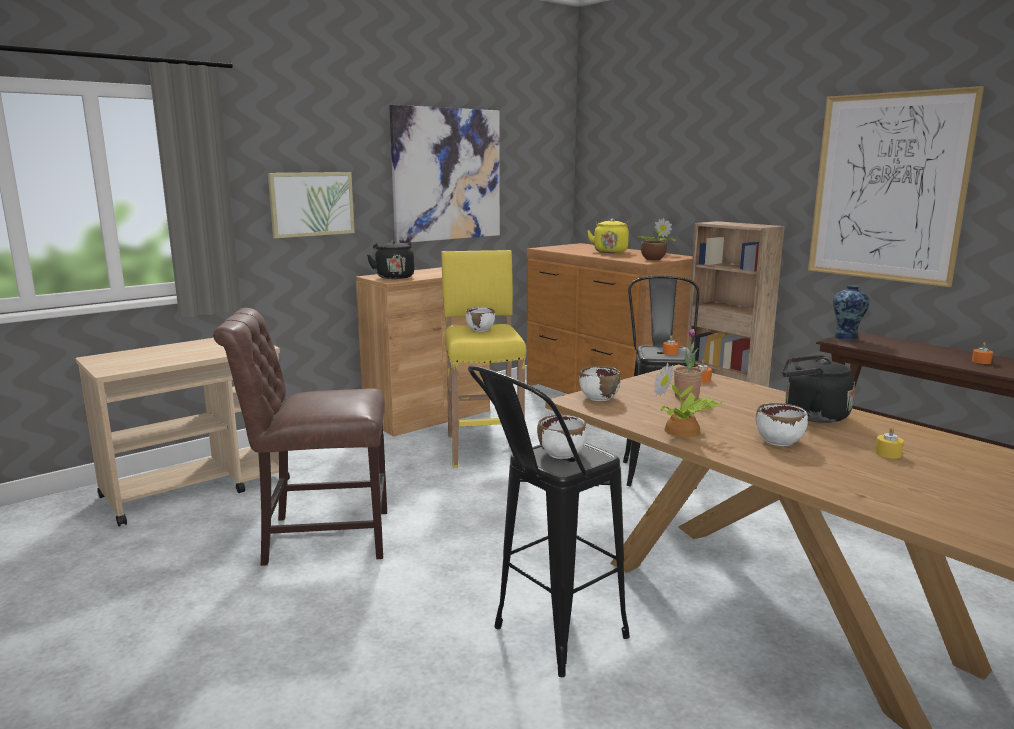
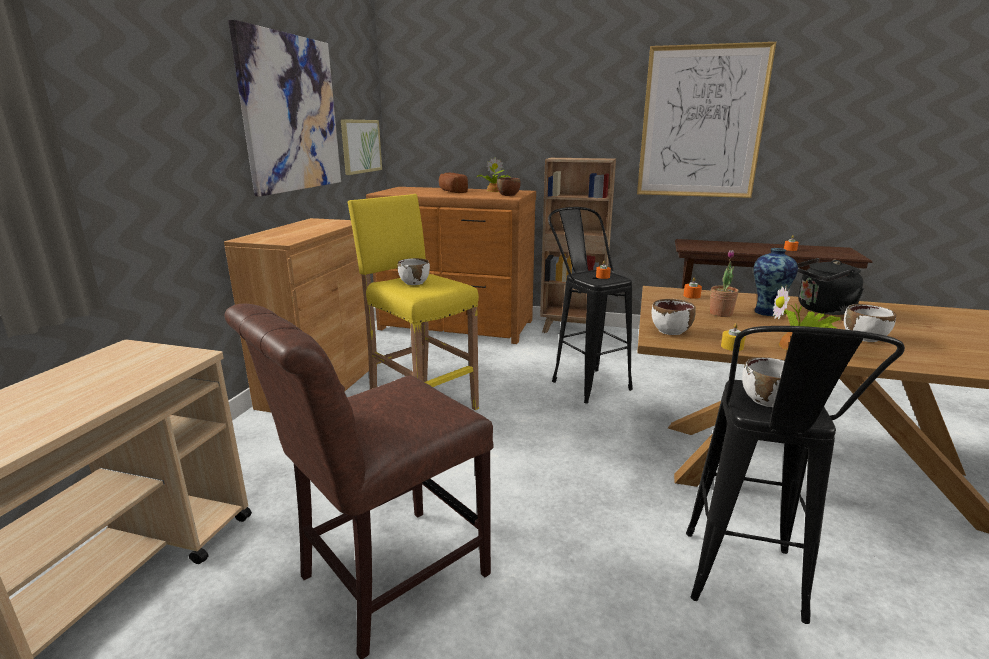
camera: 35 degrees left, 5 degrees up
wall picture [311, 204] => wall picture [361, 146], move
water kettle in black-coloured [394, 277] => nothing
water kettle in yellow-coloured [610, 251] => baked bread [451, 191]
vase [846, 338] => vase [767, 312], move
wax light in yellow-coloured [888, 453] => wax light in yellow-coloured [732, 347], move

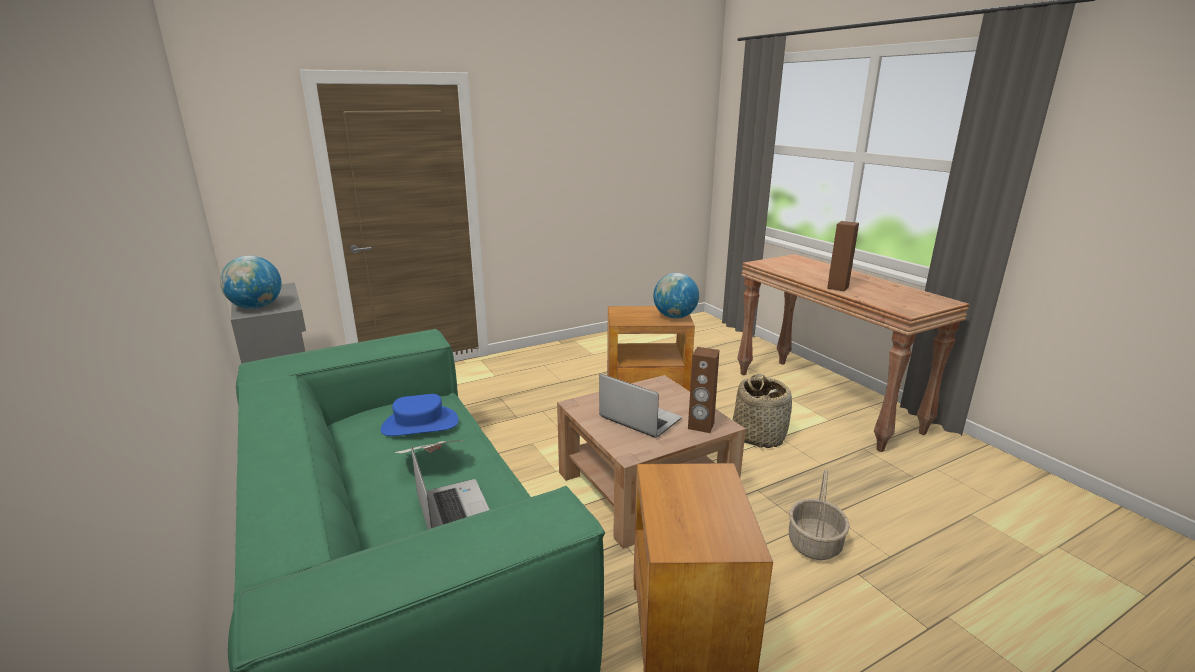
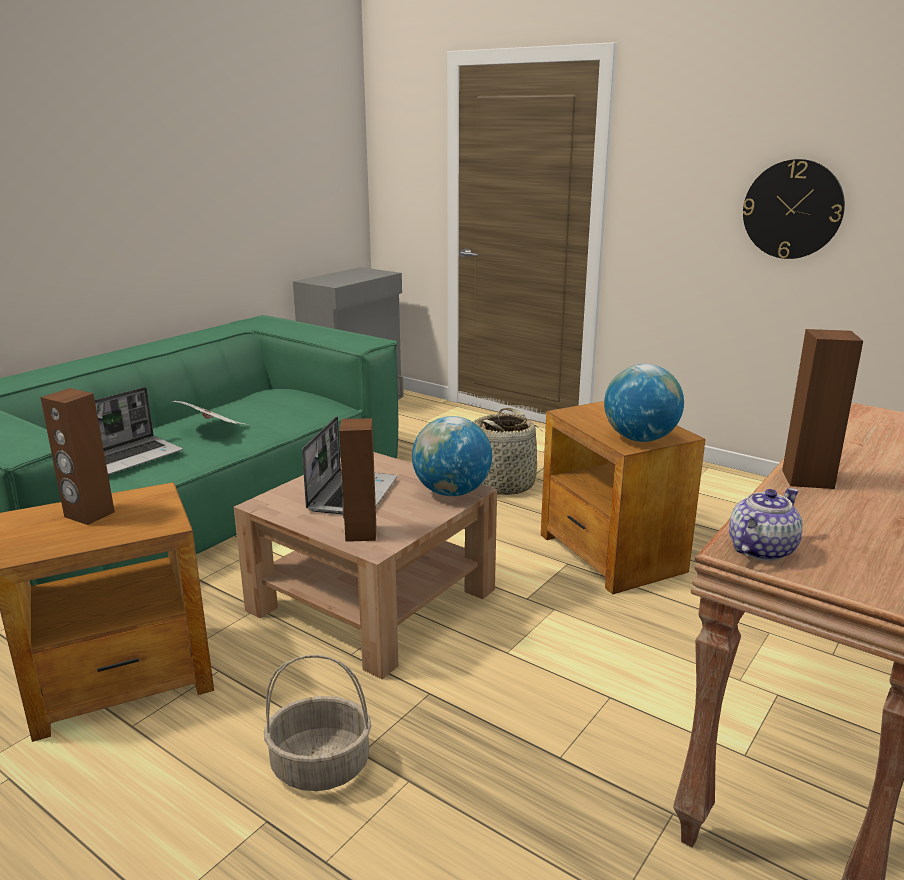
camera: 65 degrees right, 0 degrees up
desk globe [256, 307] => desk globe [451, 492], move
wearable hat in blue-coloured [420, 424] => nothing
storage basket [759, 435] => storage basket [505, 484], move
nothing => loudspeaker in brown [89, 514]
nothing => tea pot [760, 549]
nothing => wall clock [792, 209]

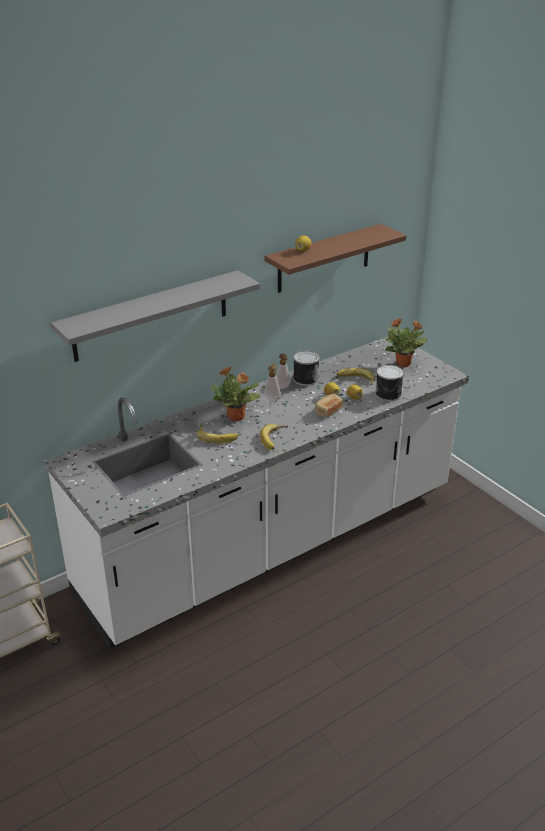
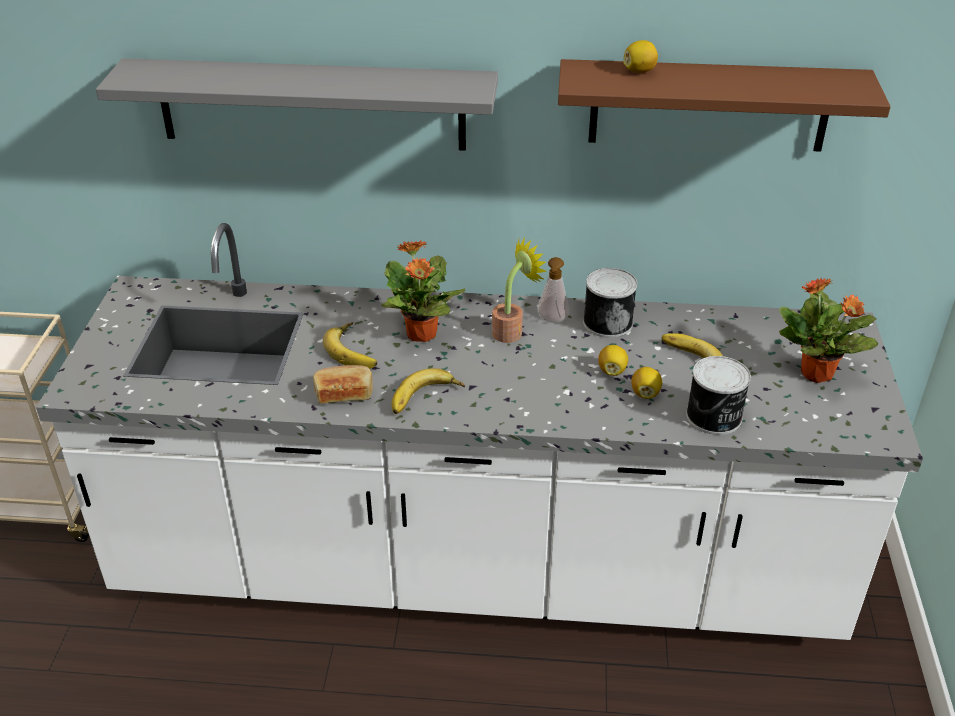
camera: 40 degrees right, 5 degrees up
soap dispenser [272, 399] => houseplant [512, 331]
baked bread [328, 411] => baked bread [344, 394], move

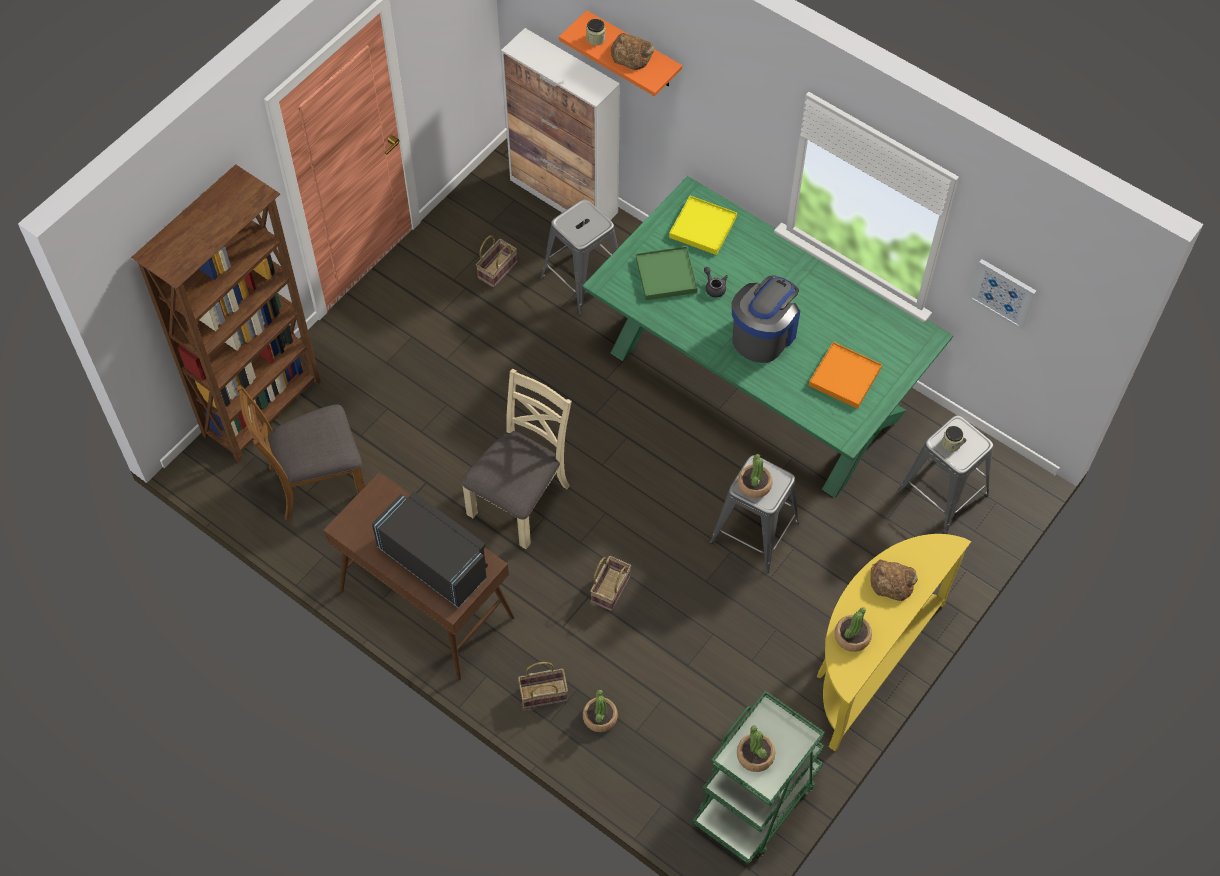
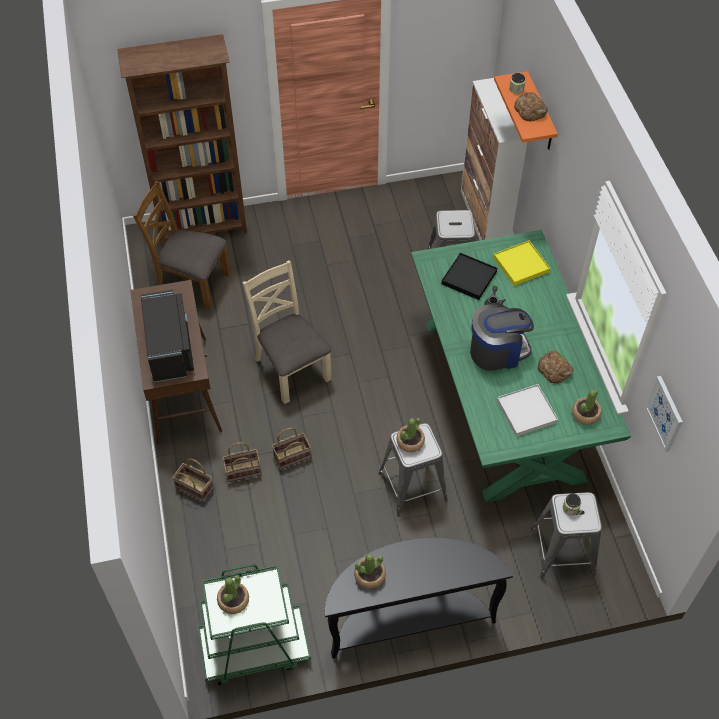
camera: 40 degrees right, 5 degrees down
chair in beige [520, 499] => chair in beige [291, 369], 105 degrees counterclockwise
storage basket [497, 269] => storage basket [243, 470], move
houseplant [600, 717] => houseplant [585, 414], move
tray in green-coloured [666, 275] => tray in black-coloured [469, 278]
tray in orange [844, 377] => tray in white [526, 412]
hall table in yellow-coloured [867, 661] => hall table in black-coloured [409, 619]
baked bread [892, 581] => baked bread [554, 369], move

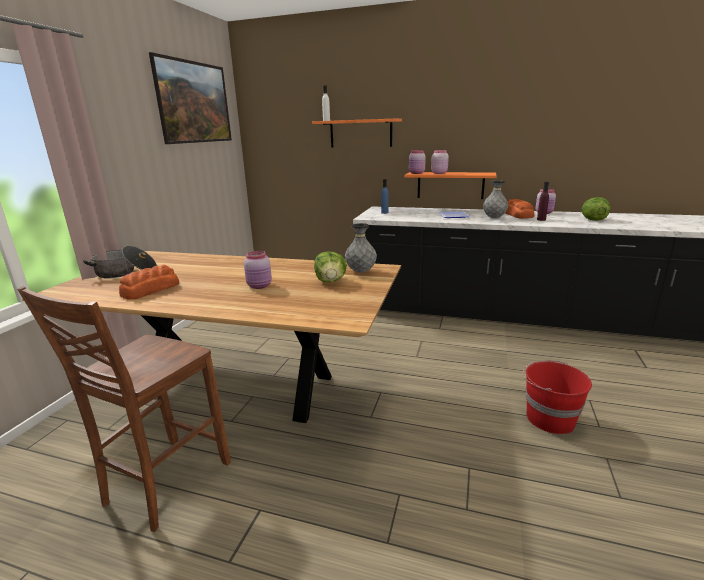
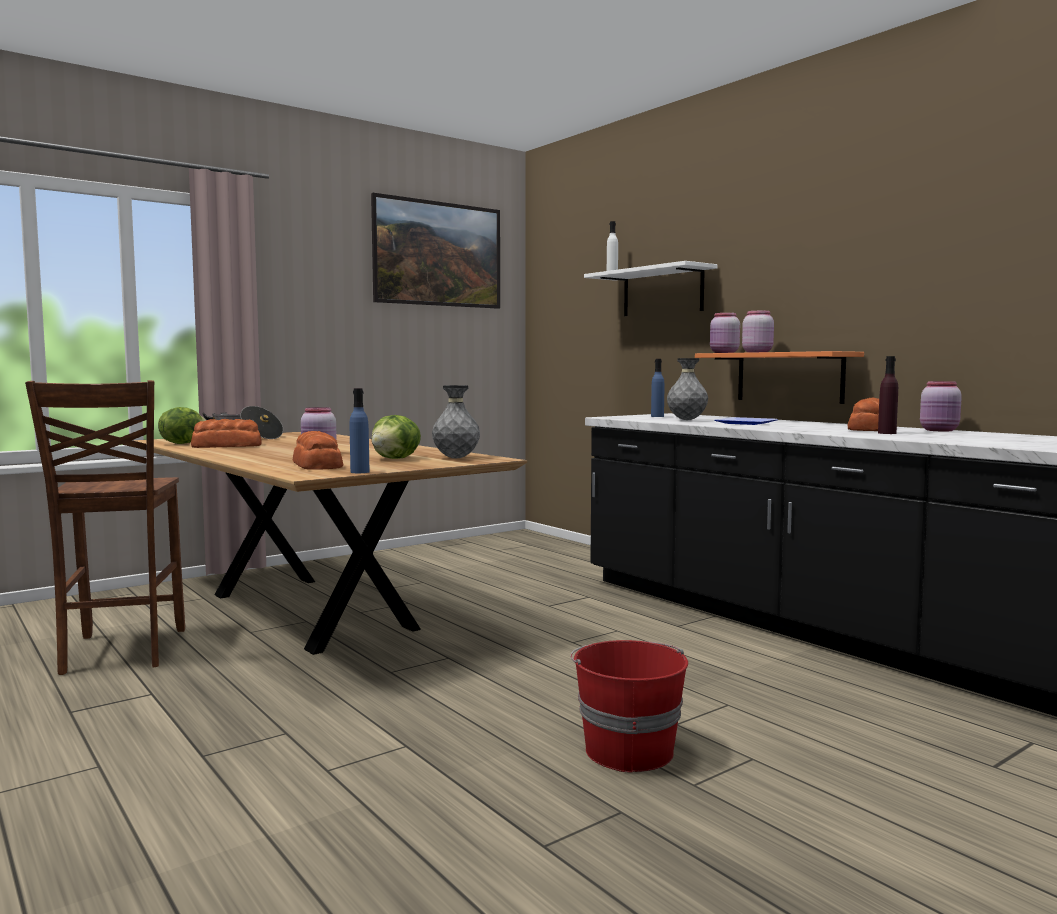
camera: 35 degrees right, 15 degrees down
chair in brown [164, 483] => chair in brown [120, 652], 75 degrees counterclockwise
bracket shelf in orange [361, 133] => bracket shelf in white [662, 292]
vase in grey [494, 218] => vase in grey [687, 420], move
head of lettuce [593, 220] => head of lettuce [182, 443], move
nothing => baked bread [317, 465]
nothing => beverage bottle in blue-coloured [360, 472]

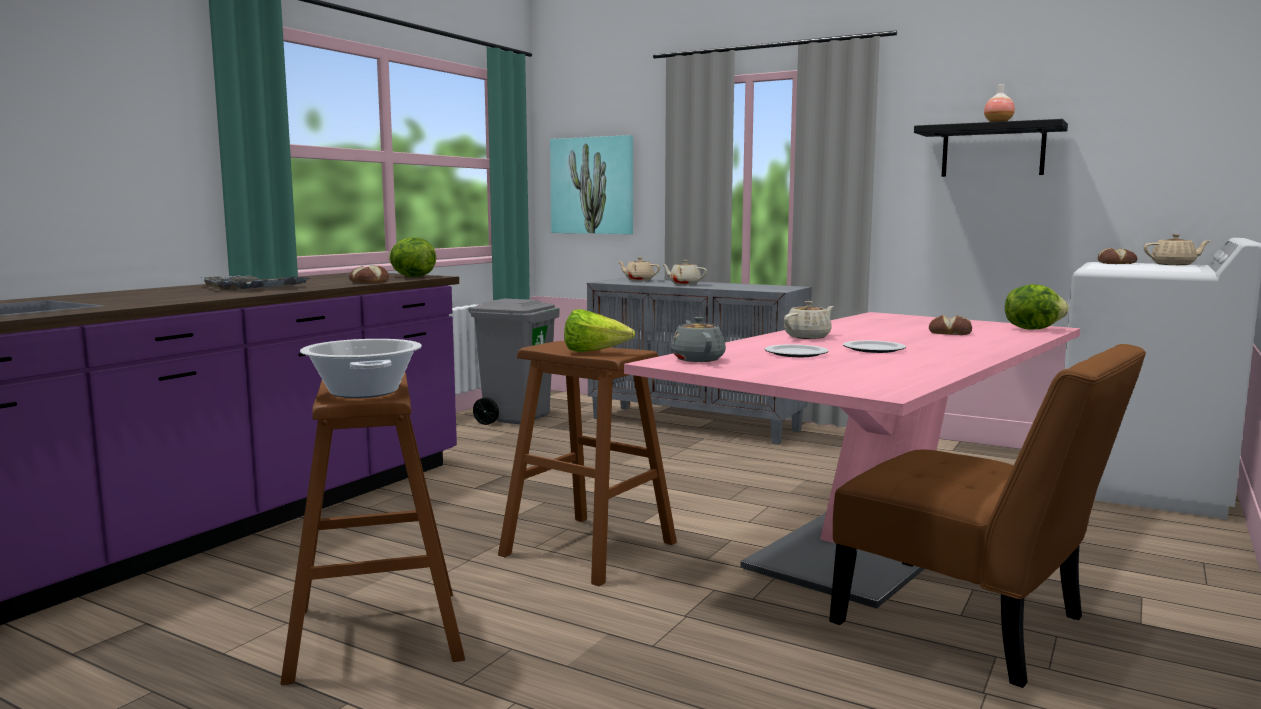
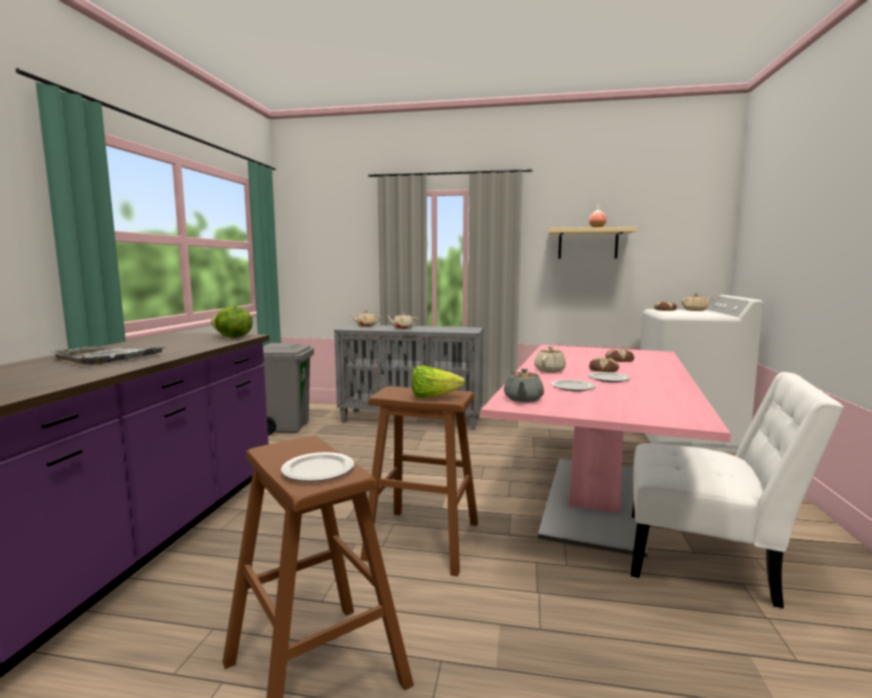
camera: 20 degrees left, 0 degrees up
saucepot [364, 392] => flat dish [319, 470]
baked bread [369, 282] => baked bread [603, 370], move
wall picture [592, 185] => nothing
tea pot in grey [697, 359] => tea pot in grey [523, 399], 135 degrees counterclockwise
chair in brown [972, 626] => chair in white [708, 560]
bracket shelf in black-coloured [993, 151] => bracket shelf in beige [588, 244]
head of lettuce [1032, 329] => nothing

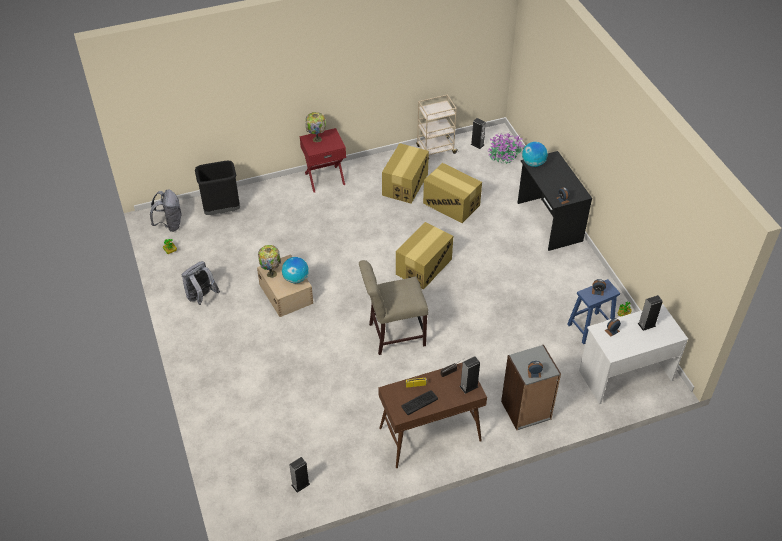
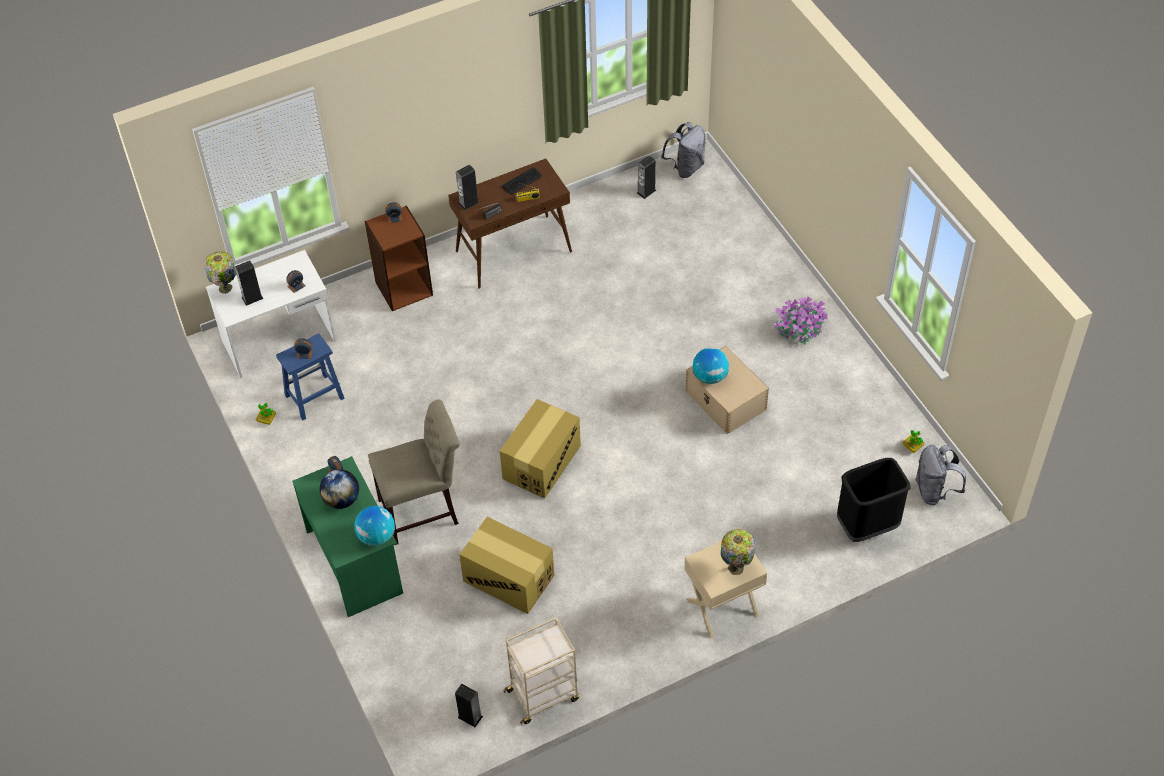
camera: 175 degrees right, 5 degrees up
rucksack in grey [201, 297] => rucksack in grey [685, 167], move
lamp for a table [271, 273] => lamp for a table [225, 289], move
bedside table in red [324, 178] => bedside table in beige [723, 608]
chair in beige [393, 335] => chair in beige [423, 511], move
carton [405, 184] => nothing
houseplant [504, 156] => houseplant [800, 330], move
shelving unit in grey [526, 411] => shelving unit in brown [403, 288]
desk unit in black-coloured [548, 222] => desk unit in green-coloured [355, 561]
nothing => desk globe [342, 500]

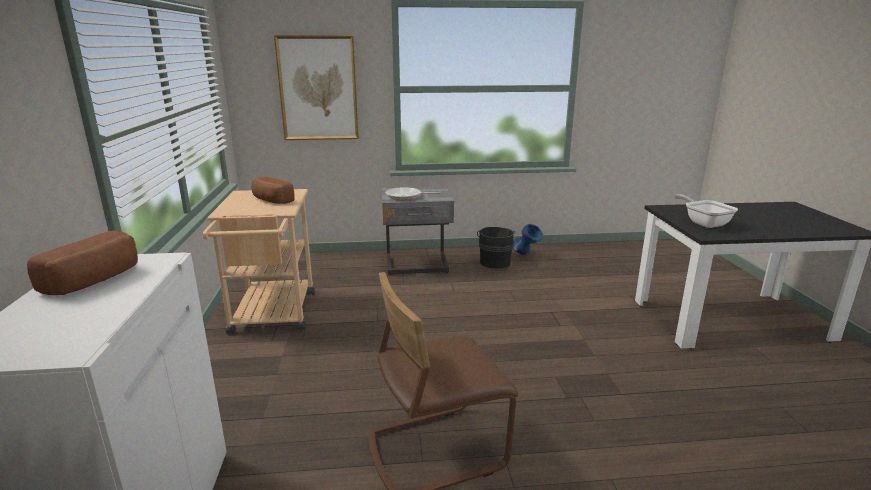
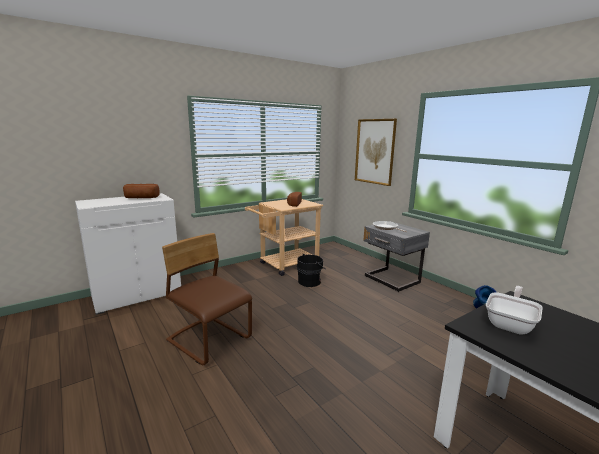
camera: 60 degrees right, 5 degrees down
pail in black-coloured [495, 262] => pail in black-coloured [310, 281], move

